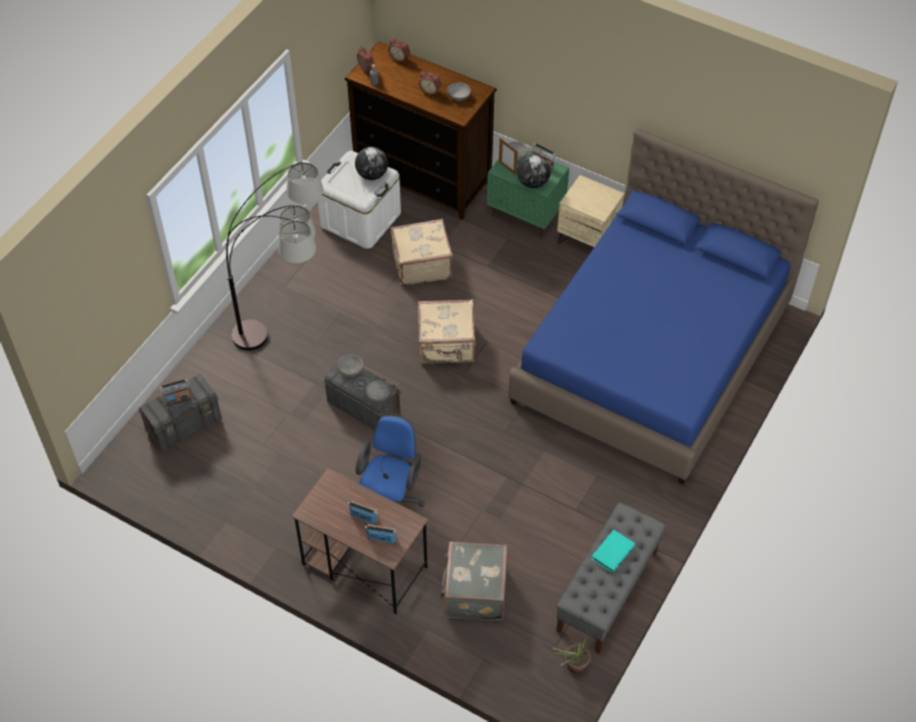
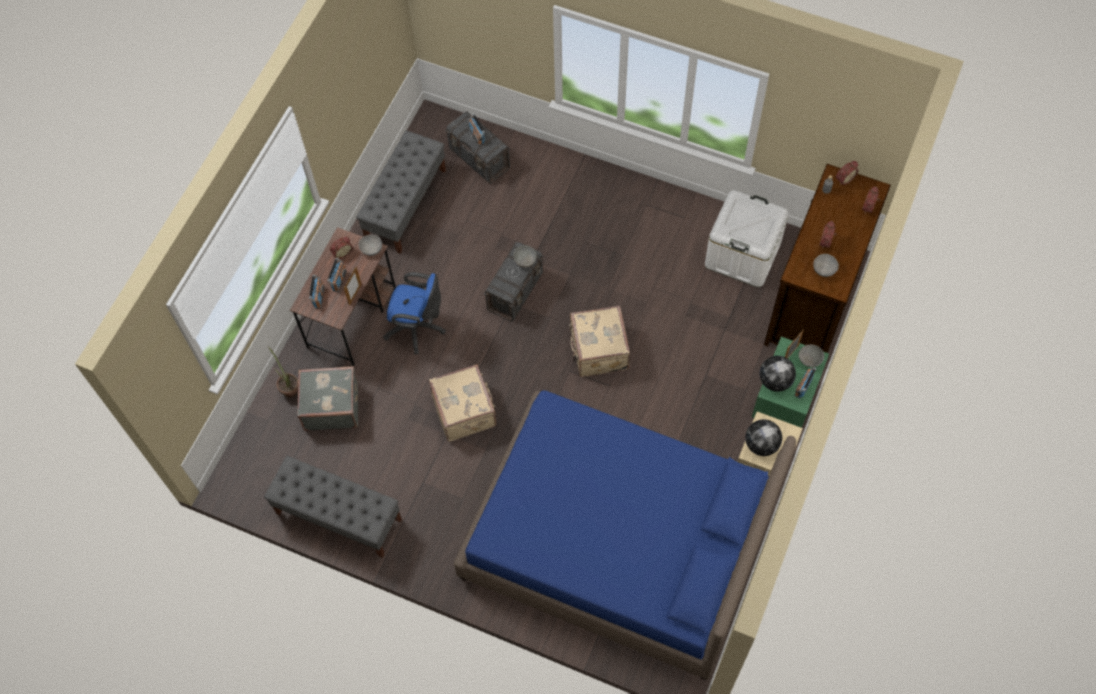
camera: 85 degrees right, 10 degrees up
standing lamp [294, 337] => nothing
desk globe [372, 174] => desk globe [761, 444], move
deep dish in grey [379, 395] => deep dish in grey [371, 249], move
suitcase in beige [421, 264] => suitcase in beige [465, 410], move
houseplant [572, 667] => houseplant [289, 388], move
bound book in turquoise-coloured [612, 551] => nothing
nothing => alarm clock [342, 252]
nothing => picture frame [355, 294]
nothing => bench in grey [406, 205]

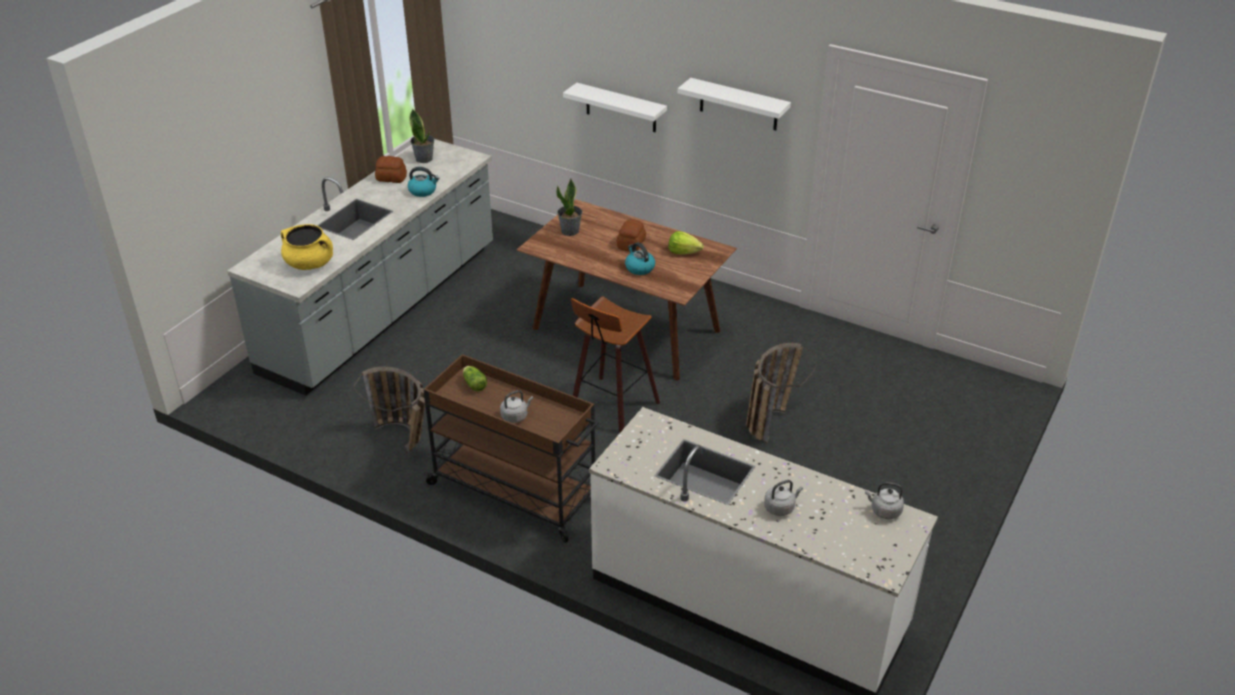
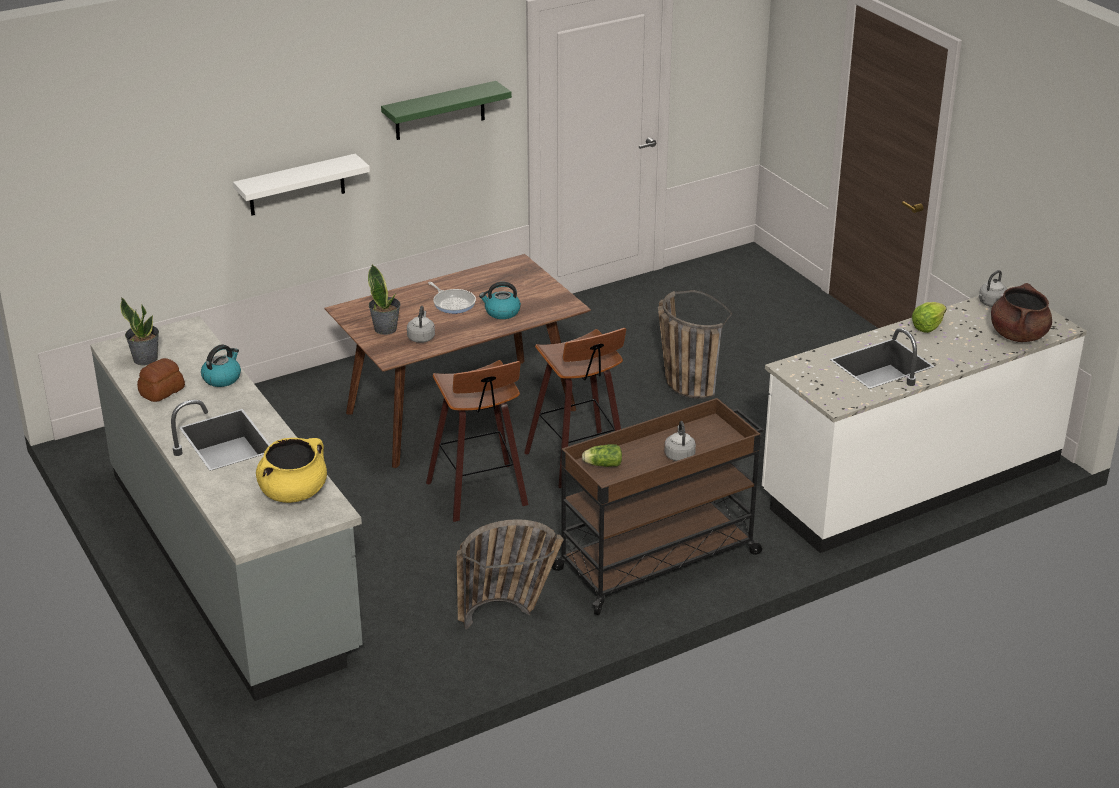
camera: 60 degrees left, 5 degrees down
baked bread [631, 244] => pan [453, 303]
head of lettuce [683, 252] => head of lettuce [927, 327], move
bracket shelf in white [738, 104] => bracket shelf in green-coloured [440, 111]
water kettle in grey [780, 507] => water kettle in grey [421, 337], move
nothing => stool seat [481, 494]
nothing => saucepot in brown [1018, 335]

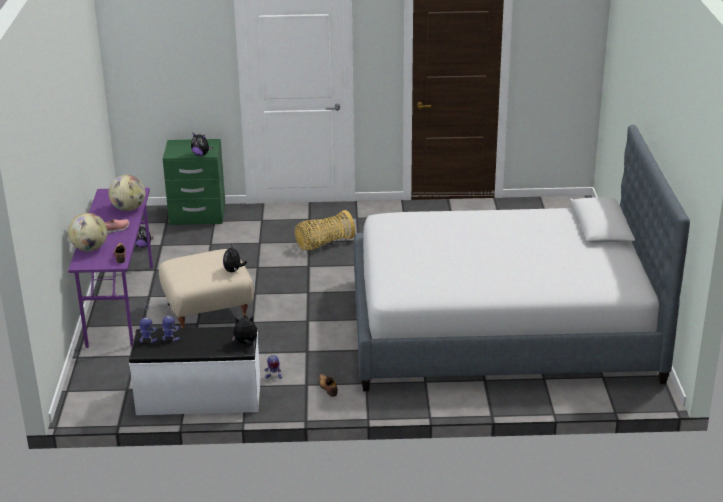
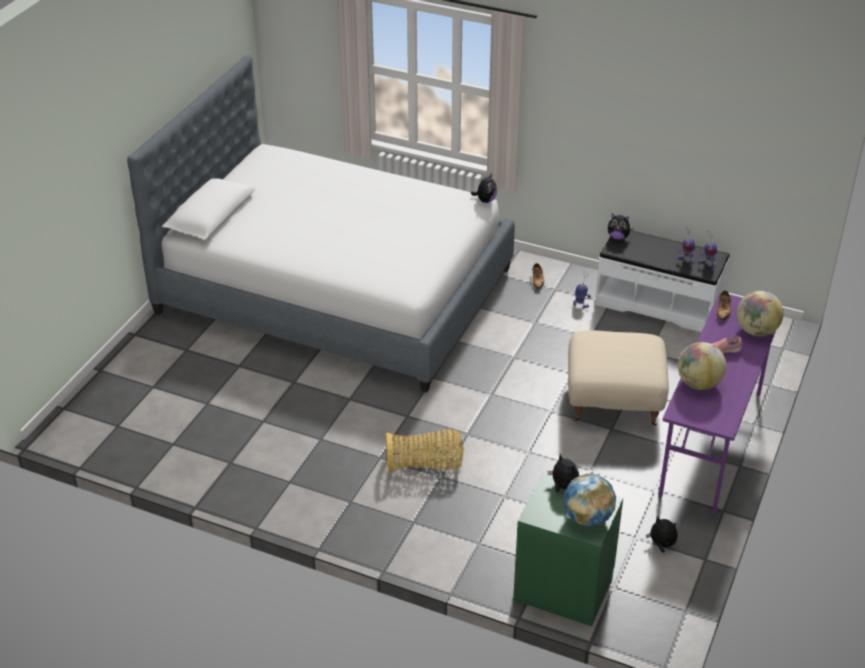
camera: 155 degrees left, 10 degrees up
soft toy [233, 271] => soft toy [485, 200], move
nothing => desk globe [587, 518]

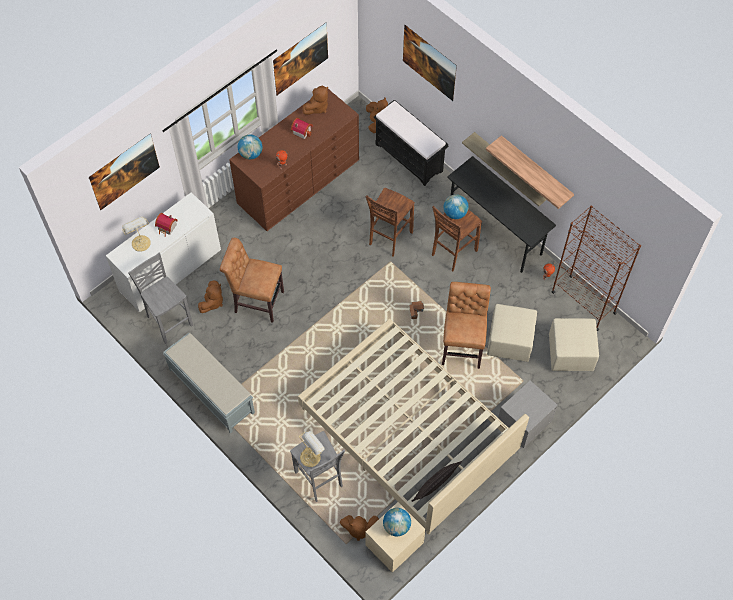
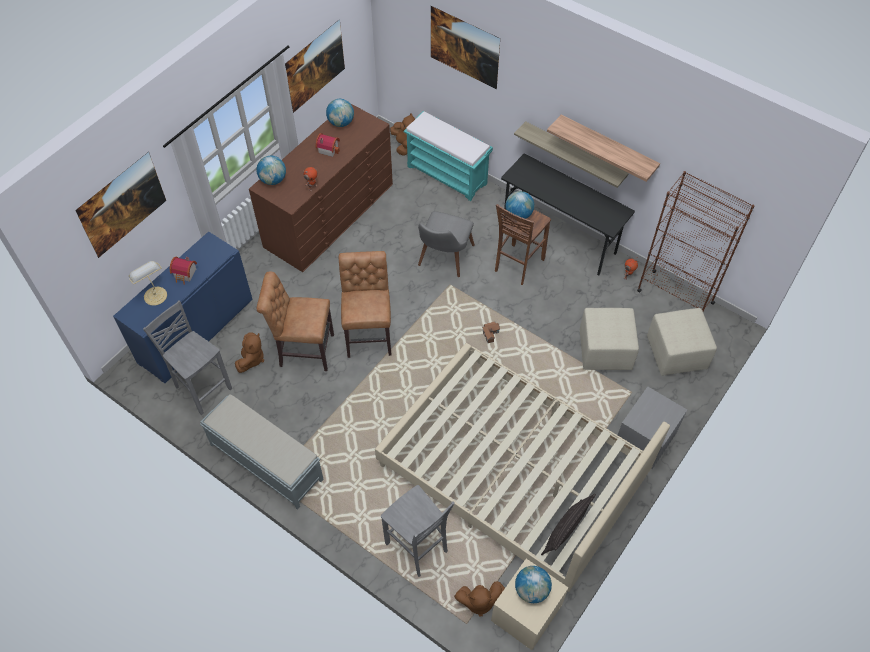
camera: 10 degrees left, 5 degrees down
cupboard in white [170, 271] => cupboard in blue-coloured [196, 331]
lamp for a table [311, 456] => nothing
soft toy in brown [317, 107] => desk globe [341, 123]
stool seat in brown [389, 238] => chair in grey [443, 260]
bench in black-coloured [409, 158] => bench in turquoise-coloured [448, 175]
chair in brown [462, 345] => chair in brown [369, 333], move

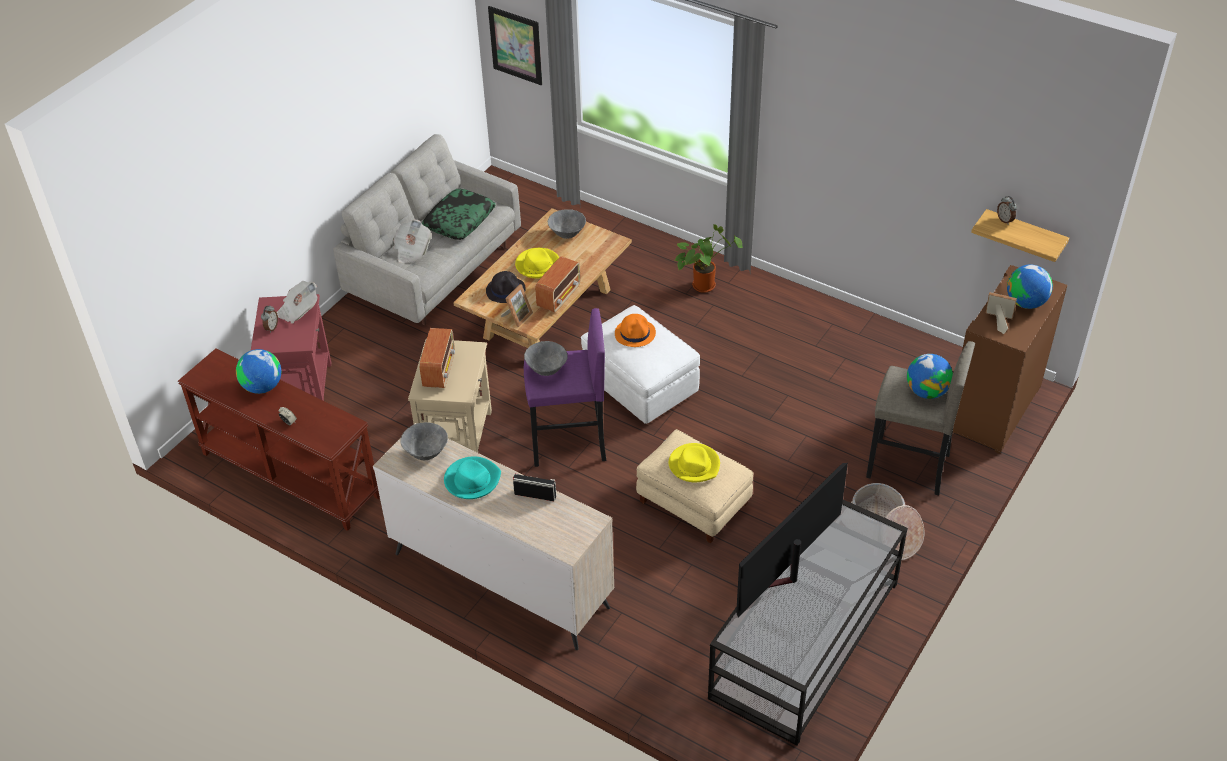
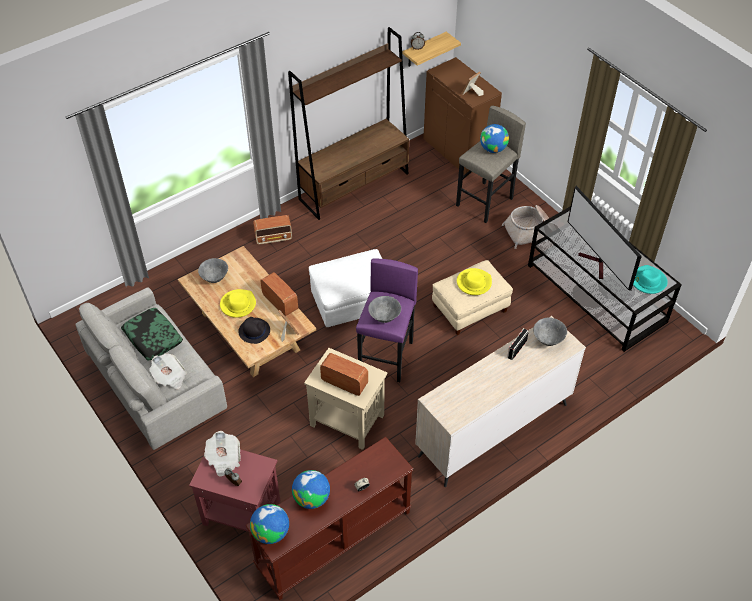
camera: 70 degrees left, 5 degrees up
deep dish in grey [426, 454] => deep dish in grey [548, 340], move
wearable hat in turquoise-coloured [472, 480] => wearable hat in turquoise-coloured [647, 281], move
wall picture [516, 45] => nothing
wearable hat in orange [635, 333] => nothing
houseplant [705, 284] => radio set [274, 238]
desk globe [1025, 303] => desk globe [271, 533], move
nothing => shelving unit in brown [354, 186]

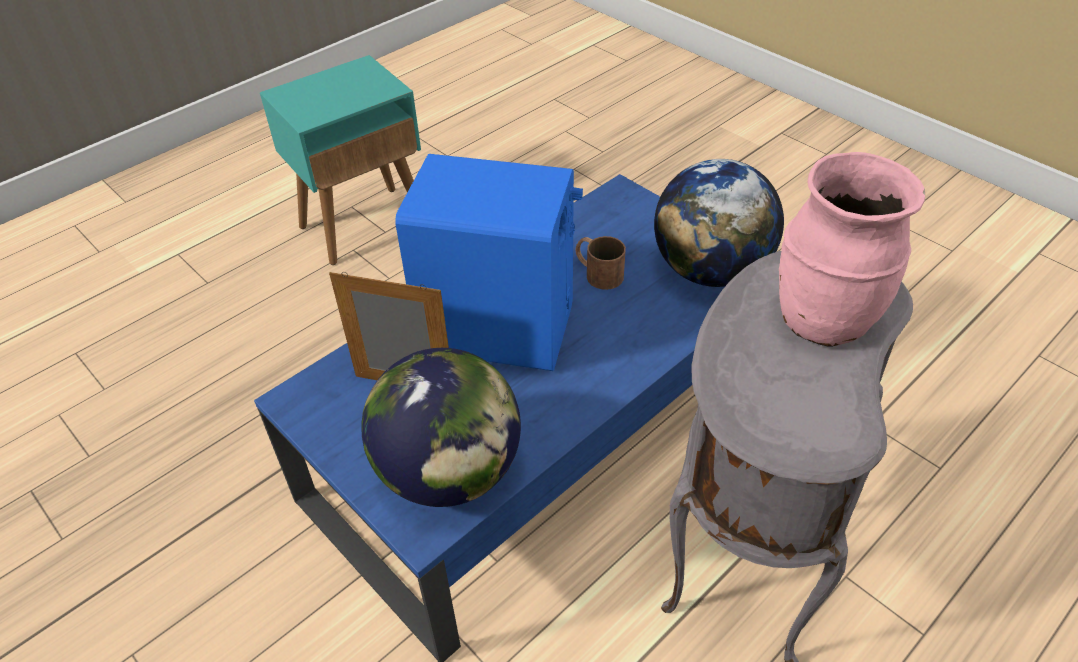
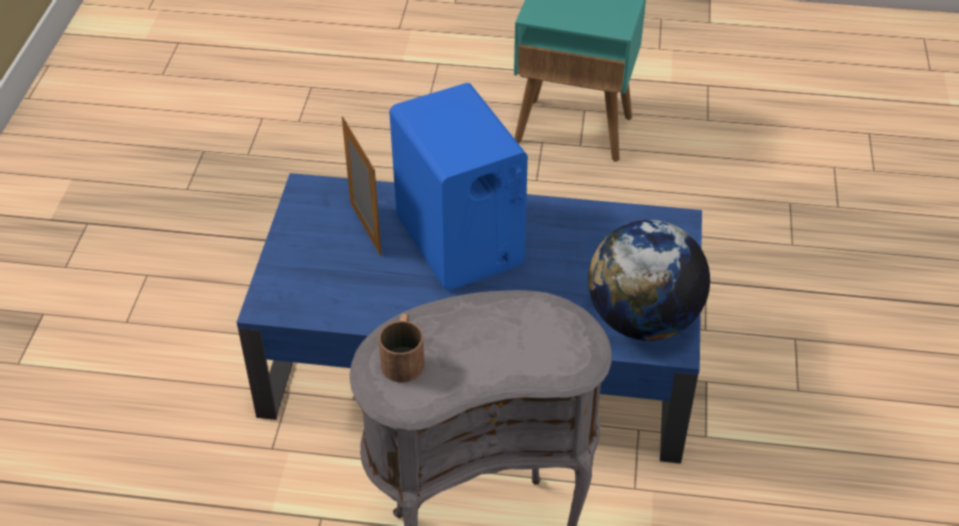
camera: 50 degrees right, 0 degrees up
desk globe [449, 472] => nothing
tea mug in brown [597, 272] => tea mug in brown [403, 356], move
vase in pinkish [822, 319] => nothing

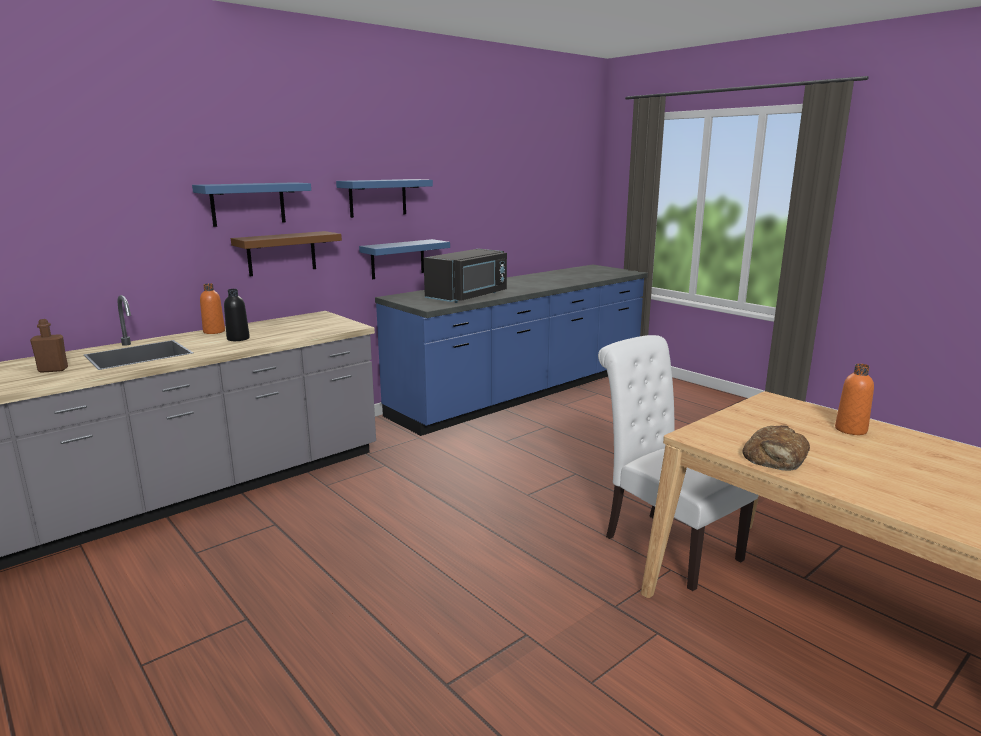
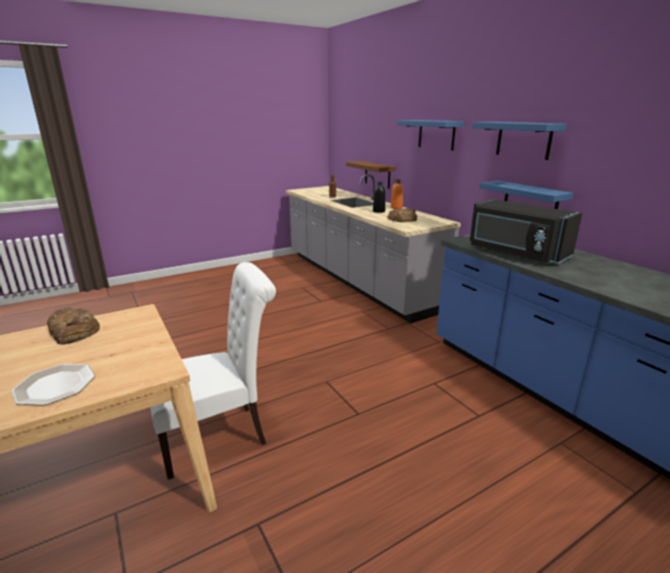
camera: 100 degrees right, 5 degrees up
bracket shelf in brown [281, 253] => bracket shelf in brown [377, 174], move
beverage bottle in orange [850, 430] => flat dish [56, 385]
nothing => baked bread [403, 219]

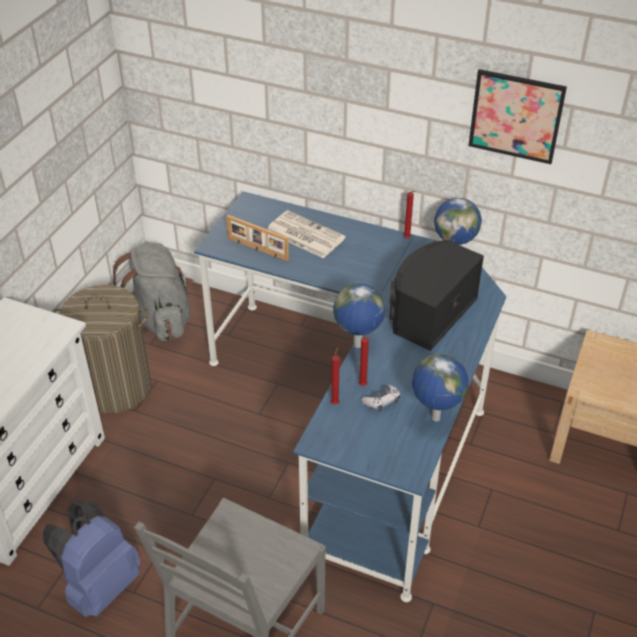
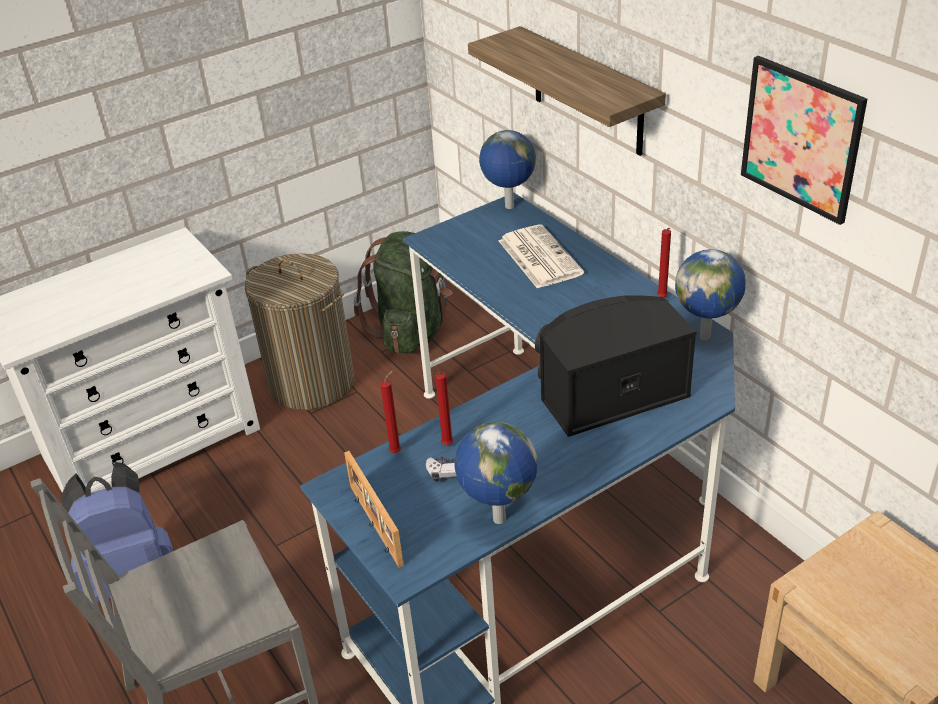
camera: 35 degrees right, 5 degrees down
rucksack in grey [161, 319] => rucksack in green-coloured [412, 331]
picture frame [257, 249] => picture frame [374, 525], move
desk globe [358, 345] => desk globe [509, 207], move
nothing => bracket shelf [587, 92]

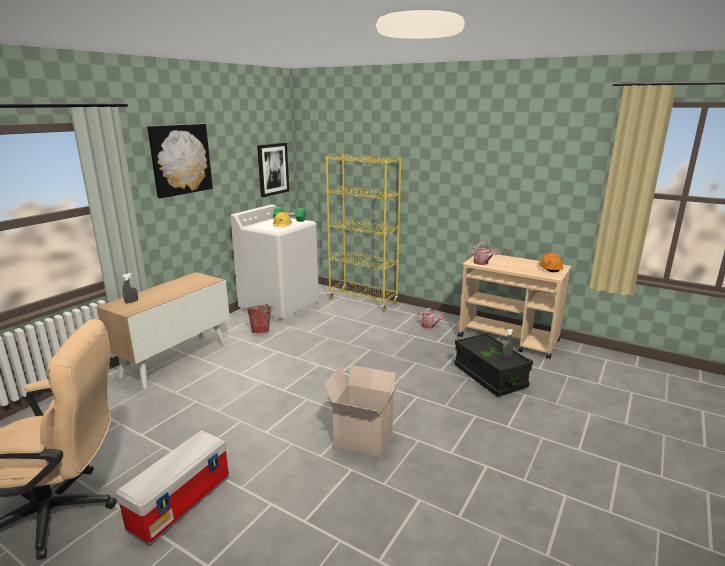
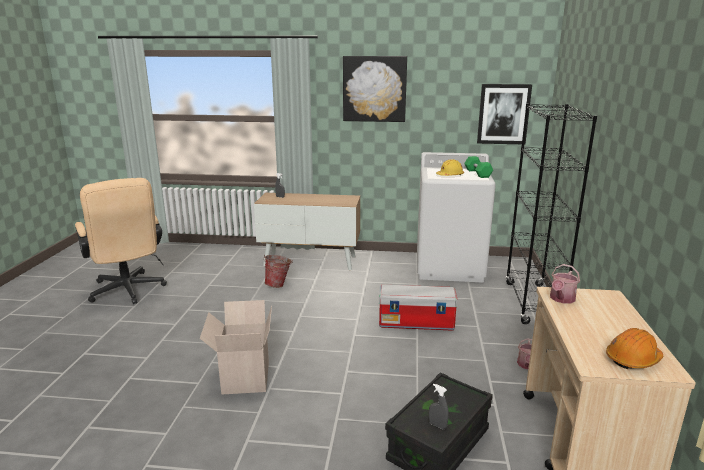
camera: 65 degrees right, 0 degrees up
storage container [181, 501] => storage container [417, 323], move
pail [261, 331] => pail [279, 285], move
shelving unit in yellow-coloured [363, 301] => shelving unit in black-coloured [532, 304]

